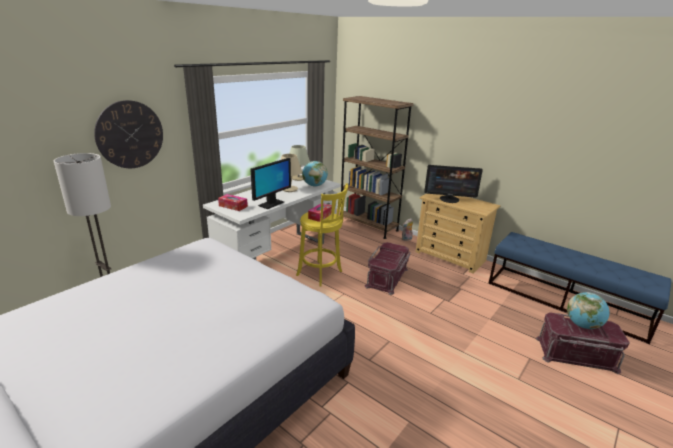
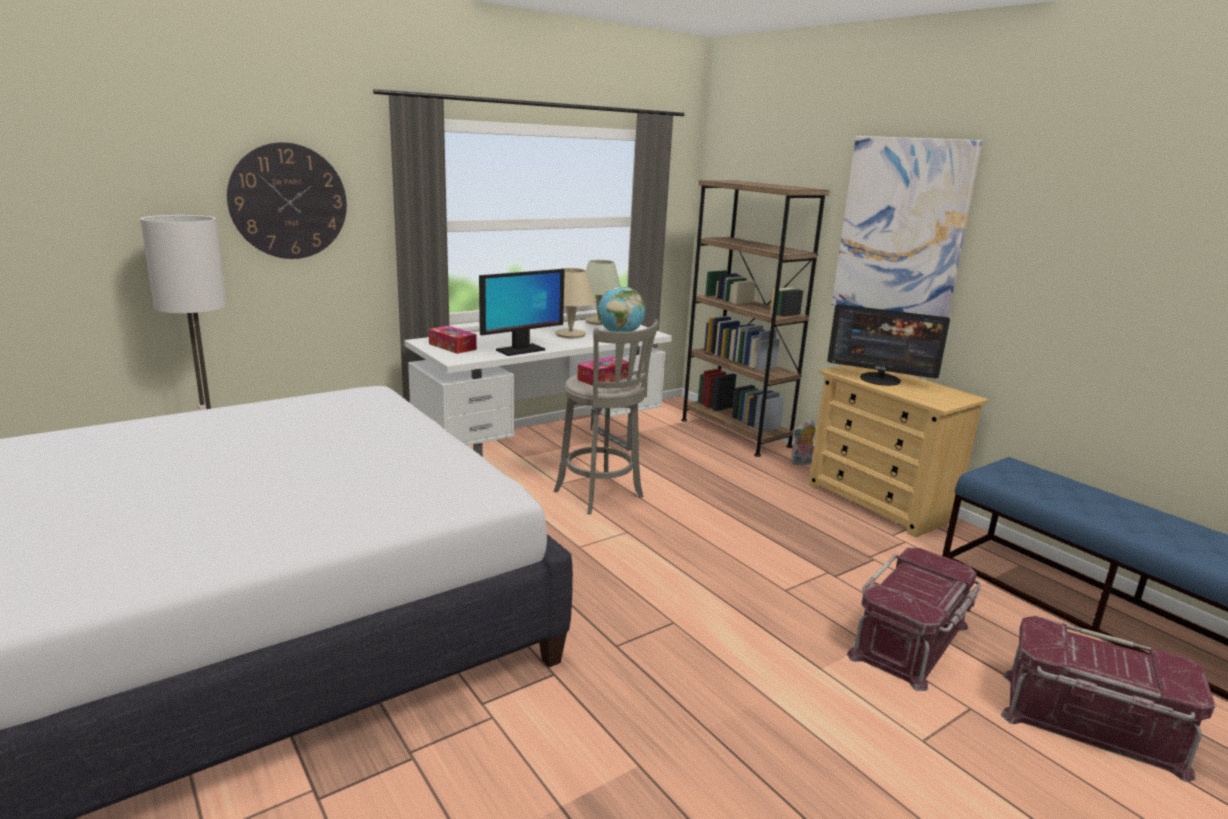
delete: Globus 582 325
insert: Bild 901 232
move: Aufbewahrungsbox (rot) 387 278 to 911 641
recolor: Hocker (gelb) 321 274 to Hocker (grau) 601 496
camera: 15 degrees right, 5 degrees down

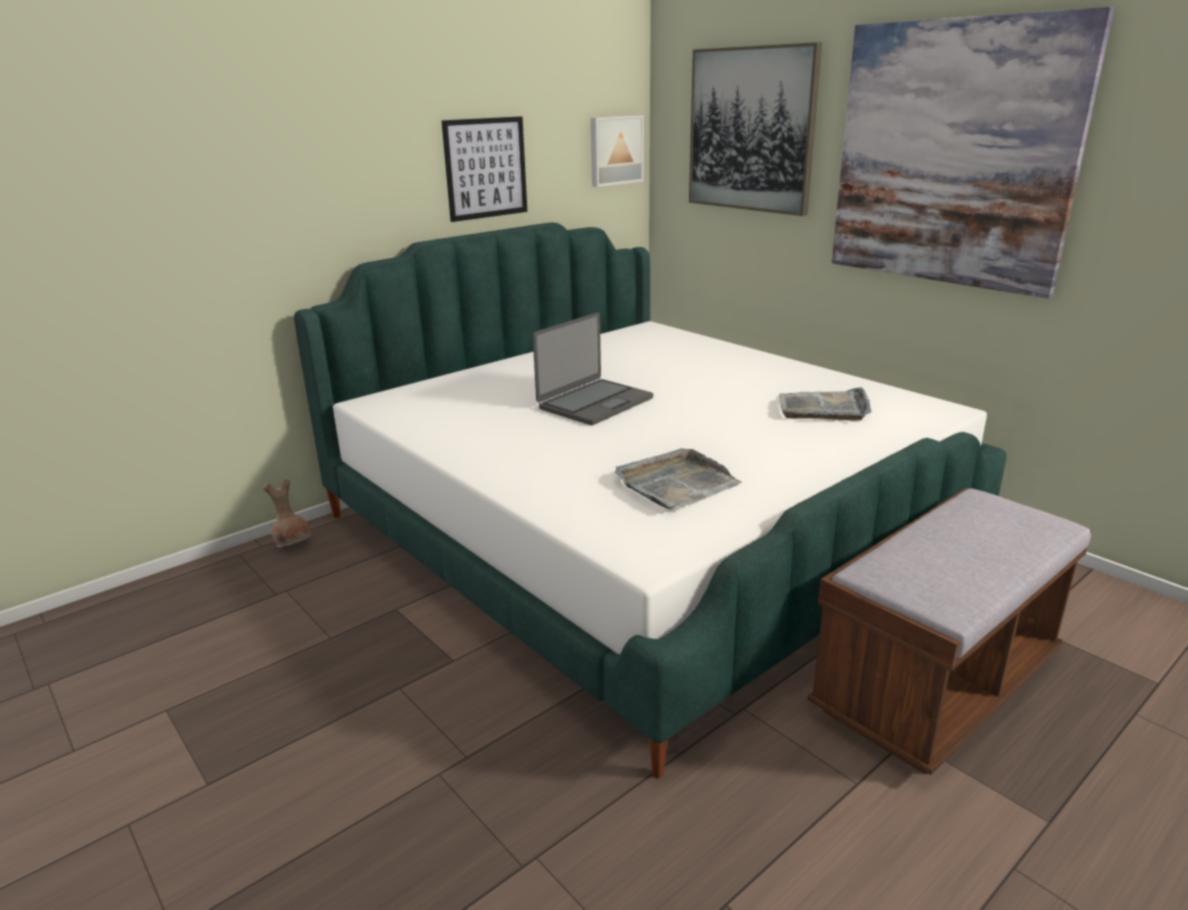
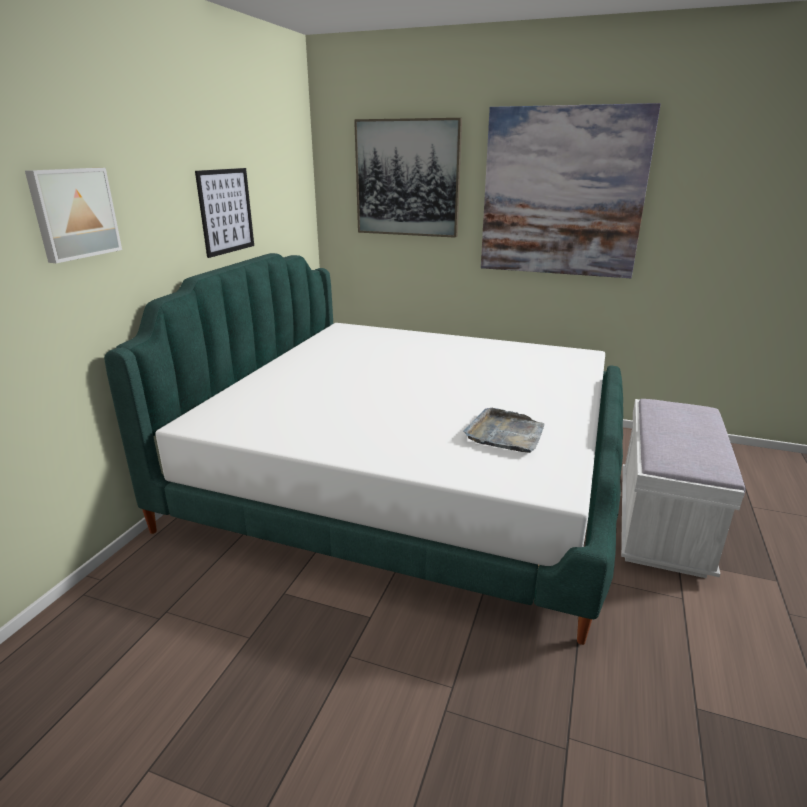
delete: Vase (braun) 293 544; Laptop 594 403; Tablett (grau) 823 408
move: Bild 615 150 to 73 213
recolor: Bank (braun) 936 686 to Bank (weiß) 661 523
camera: 30 degrees left, 0 degrees up

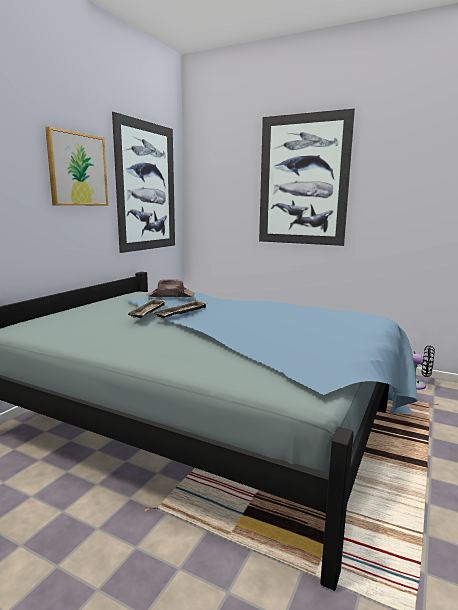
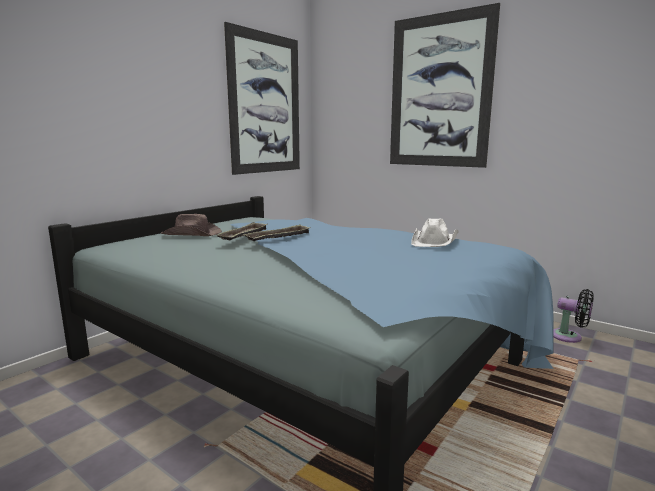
delete: Bild 78 170
insert: Hut (weiß) 434 241
move: Hut (braun) 171 296 to 192 234
camera: 10 degrees right, 0 degrees up

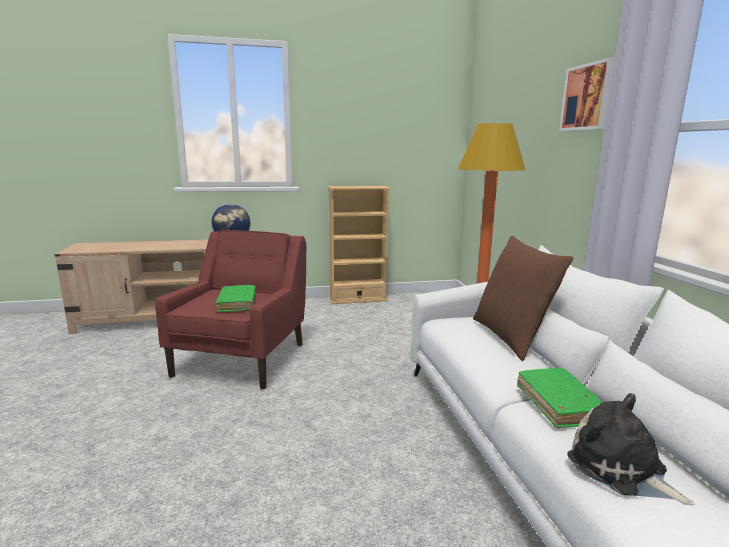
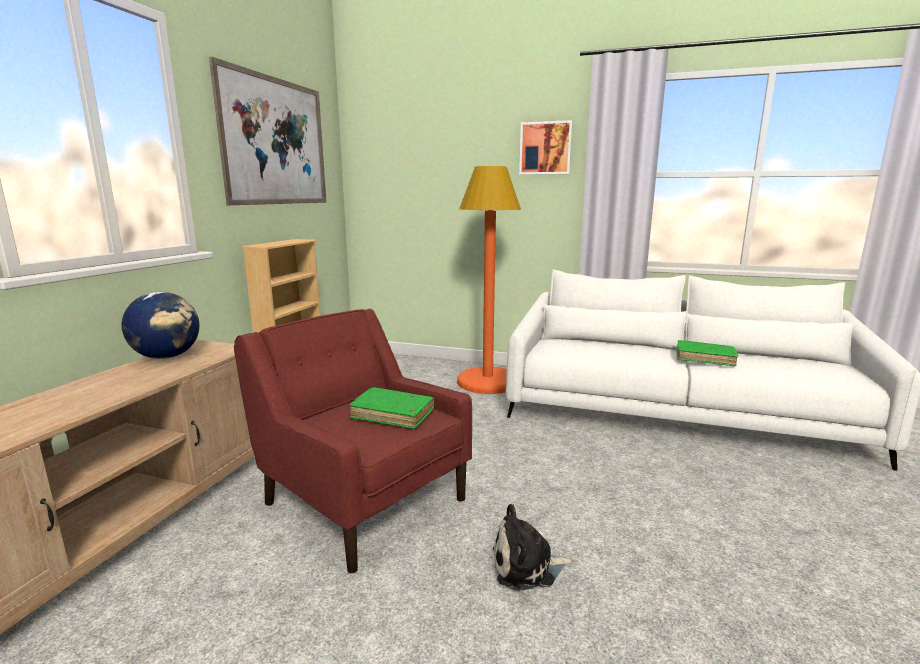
delete: Kissen (braun) 511 337
insert: Bild 276 142
move: Plüschtier 621 469 to 527 566
camera: 60 degrees left, 0 degrees up

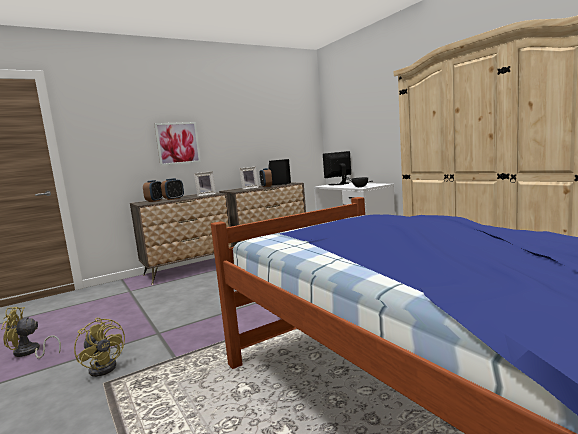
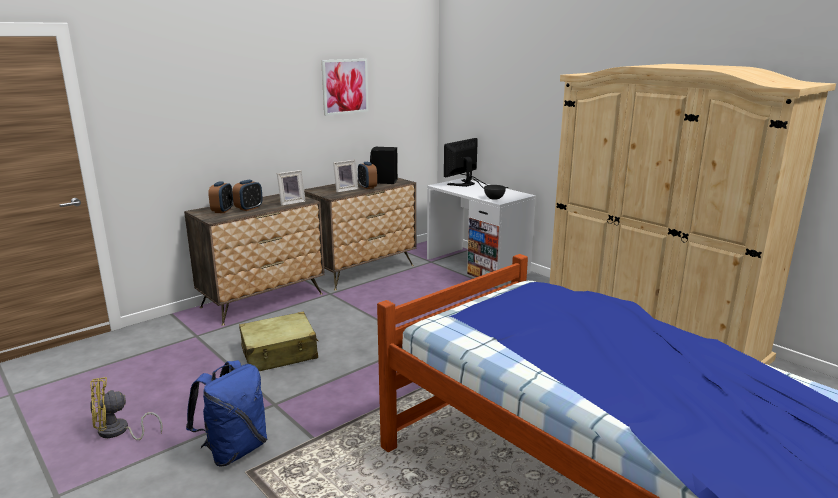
insert: Koffer (beige) 279 353
move: Bild 178 143 to 345 86
replace: Ventilator (gelb) 106 366 to Rucksack (blau) 234 450
camera: 10 degrees left, 10 degrees up

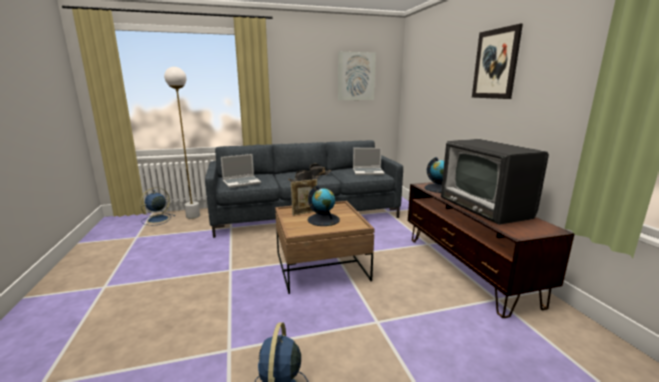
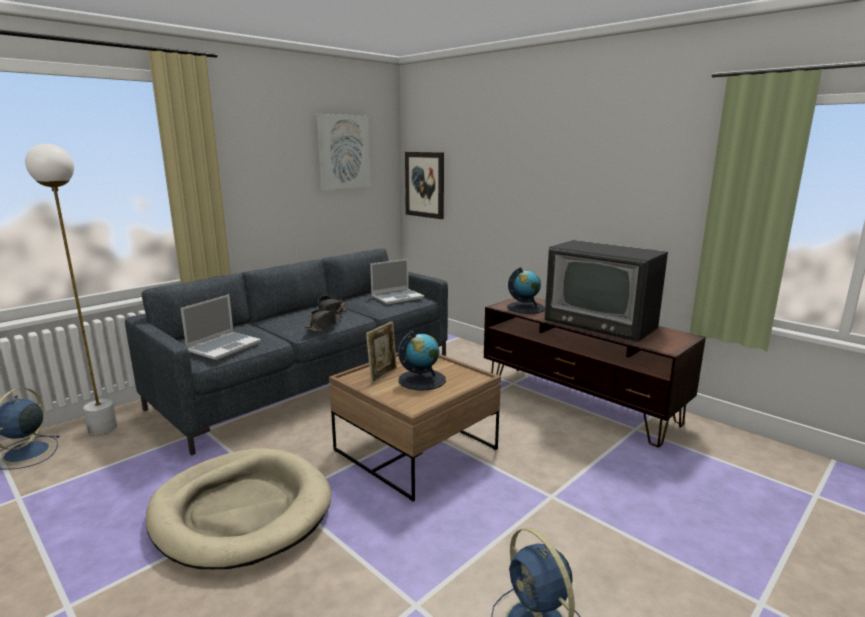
insert: Hundebett (beige) 241 511
move: Bild 495 64 to 425 184
camera: 30 degrees left, 0 degrees up

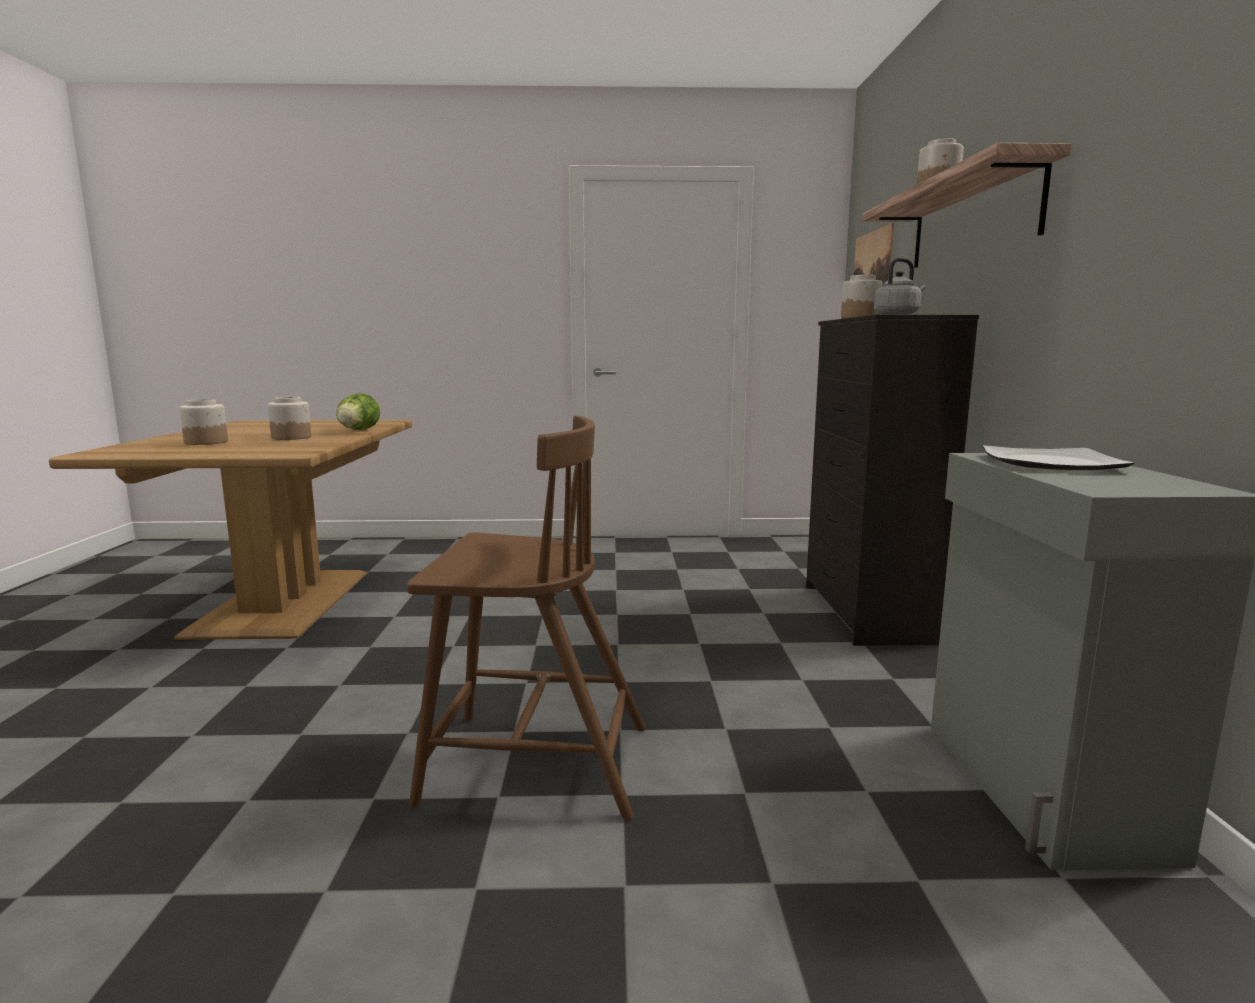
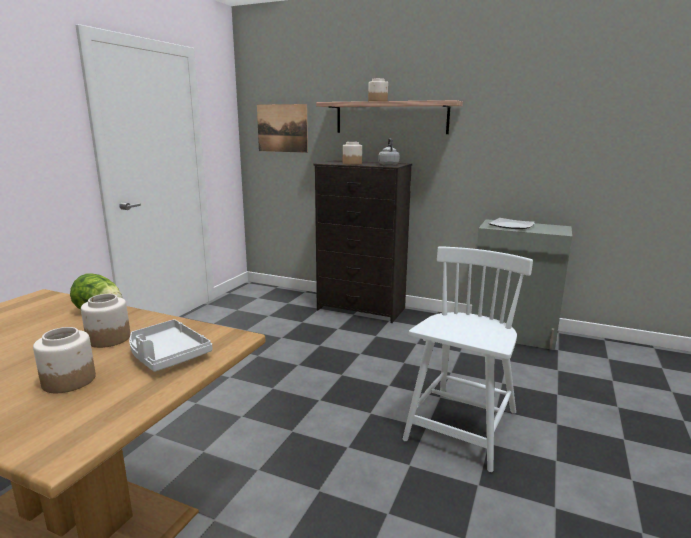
insert: Tablett (grau) 167 355
recolor: Stuhl (braun) 532 763 to Stuhl (weiß) 461 427
camera: 65 degrees left, 5 degrees up

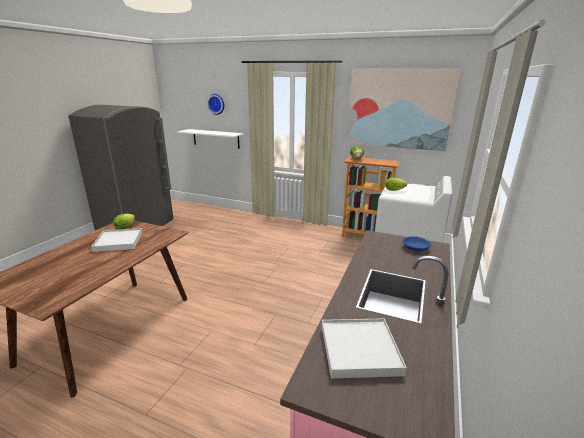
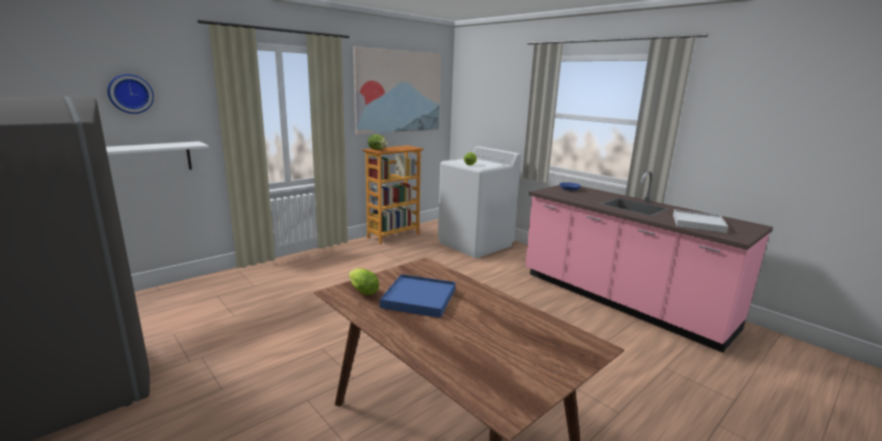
recolor: Tablett (weiß) 118 241 to Tablett (blau) 418 298
camera: 65 degrees left, 5 degrees down

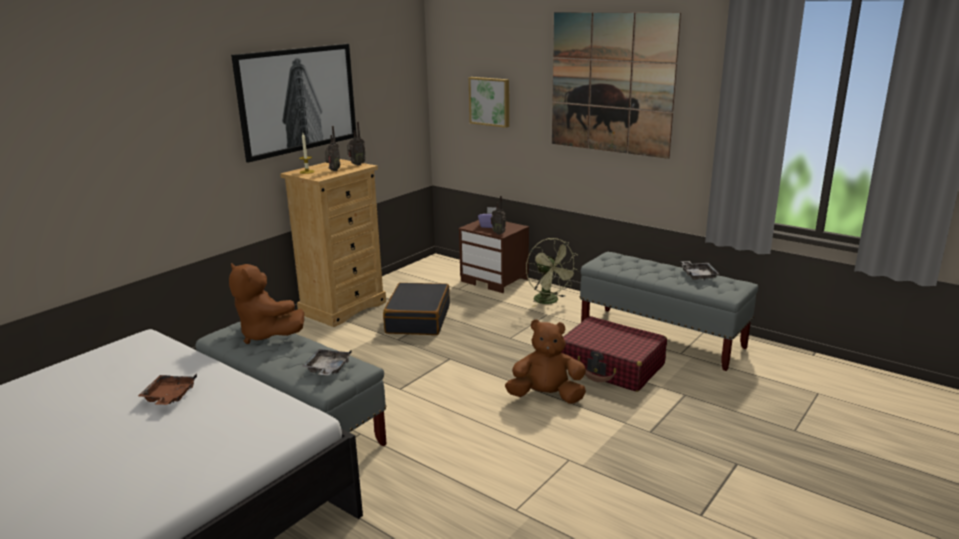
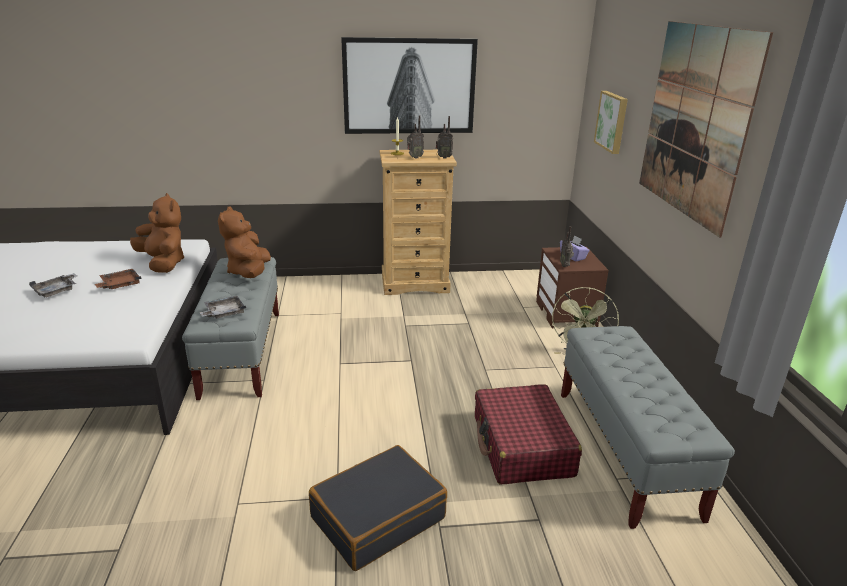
move: Koffer (schwarz) 417 319 to 377 517; Plüschtier (braun) 546 397 to 163 263; Tablett (grau) 698 275 to 57 291
camera: 45 degrees right, 5 degrees up

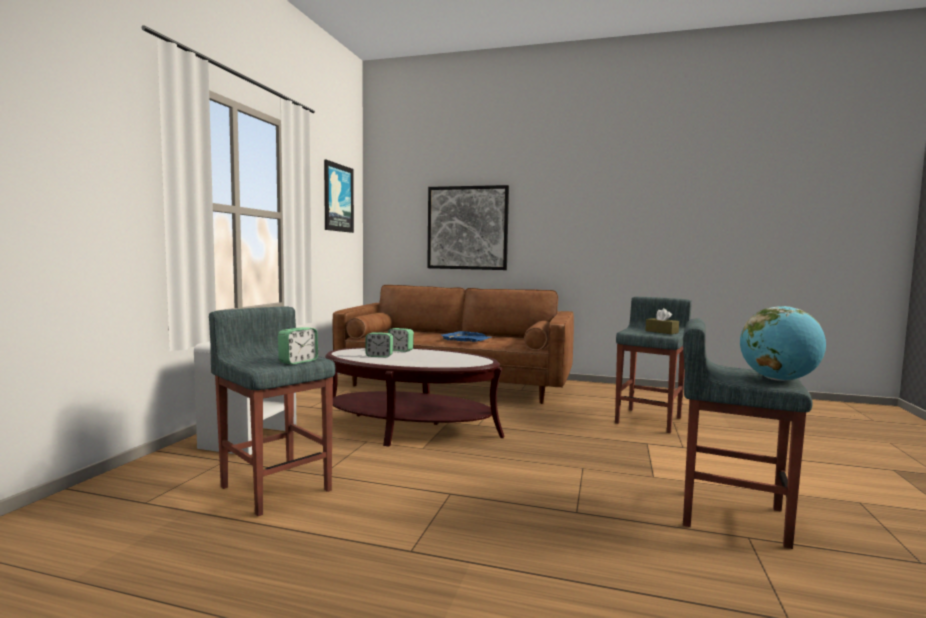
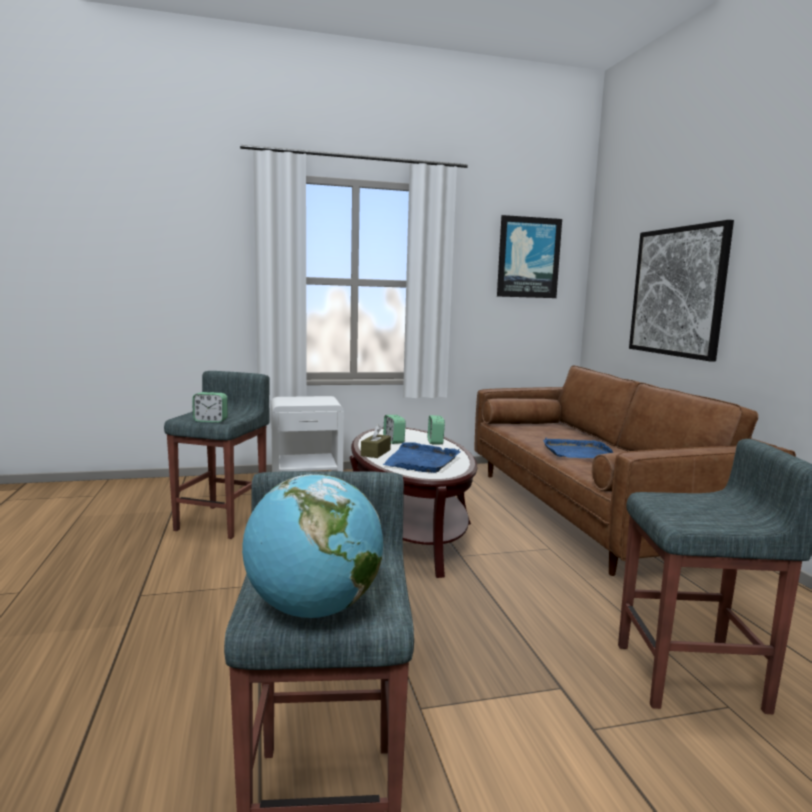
insert: Tablett (blau) 421 461
move: Taschentuchbox (braun) 661 332 to 375 453
camera: 60 degrees right, 5 degrees up

